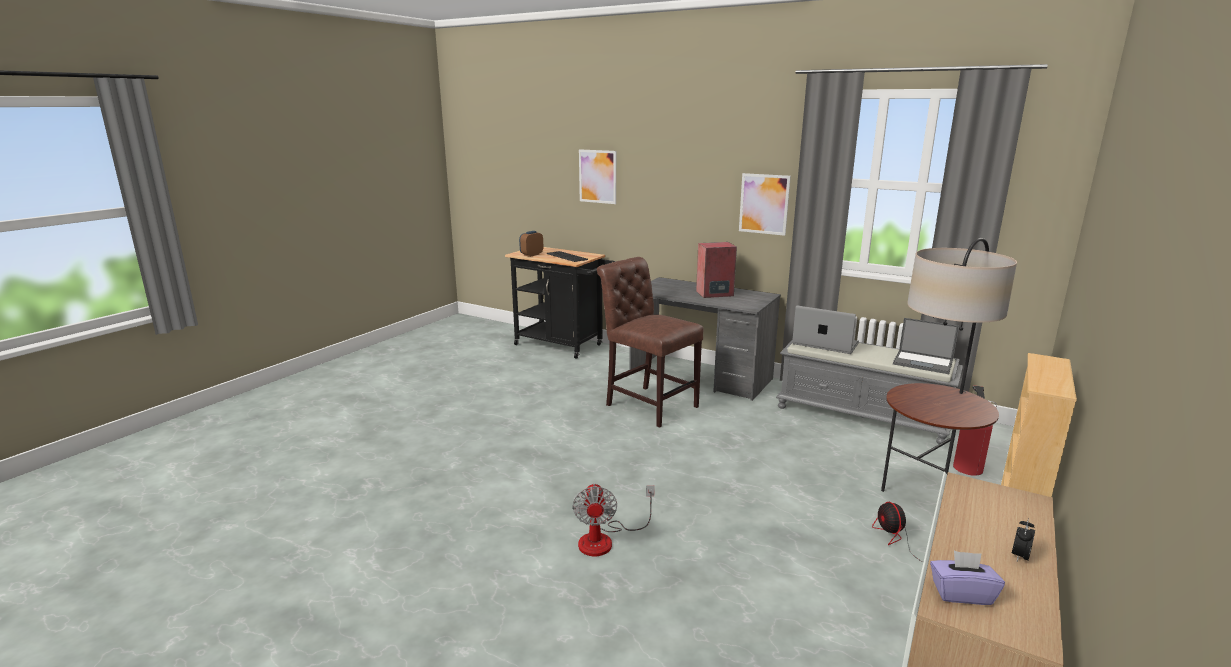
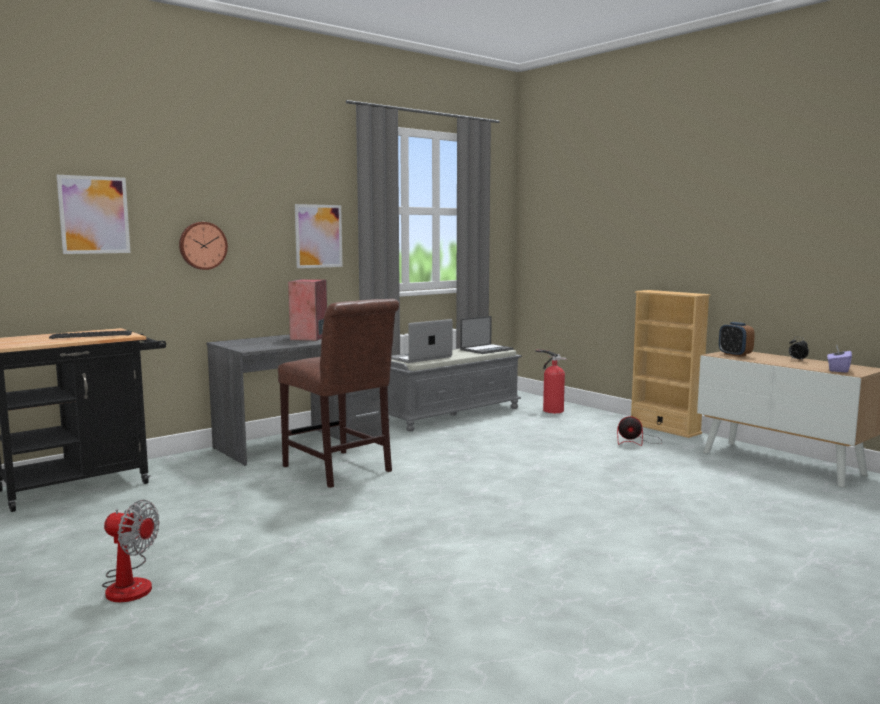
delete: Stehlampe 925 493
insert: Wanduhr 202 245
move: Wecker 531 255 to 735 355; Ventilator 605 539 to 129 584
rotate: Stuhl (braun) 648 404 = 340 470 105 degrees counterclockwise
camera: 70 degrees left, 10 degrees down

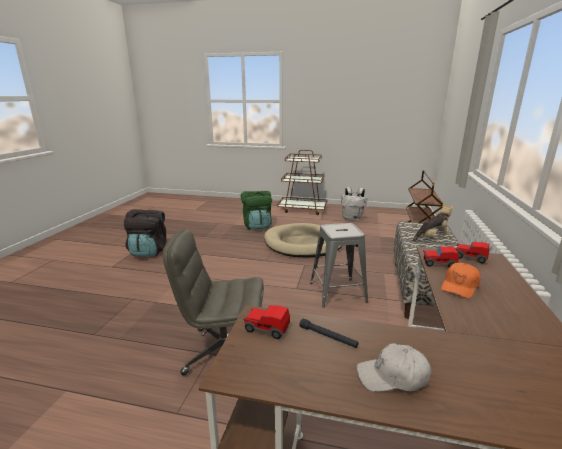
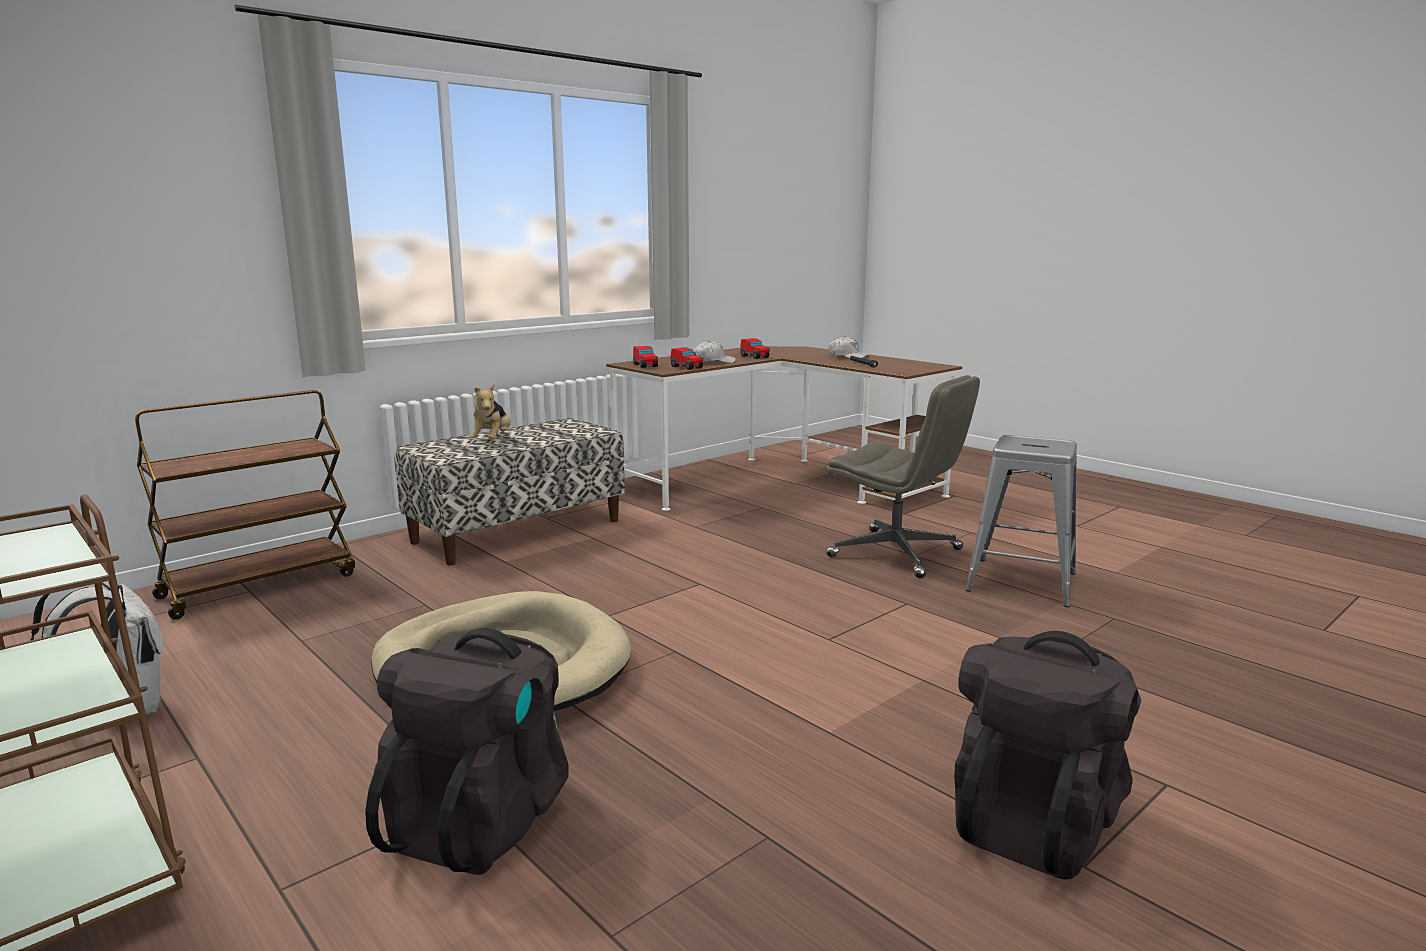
move: Spielzeugauto 266 329 to 755 357; Hocker (grau) 337 292 to 1021 582
recolor: Rucksack (grün) 257 226 to Rucksack (schwarz) 481 819; Kappe (orange) 460 286 to Kappe (weiß) 713 362
rotate: Plüschtier 432 238 = 492 441 105 degrees counterclockwise
camera: 145 degrees left, 5 degrees down

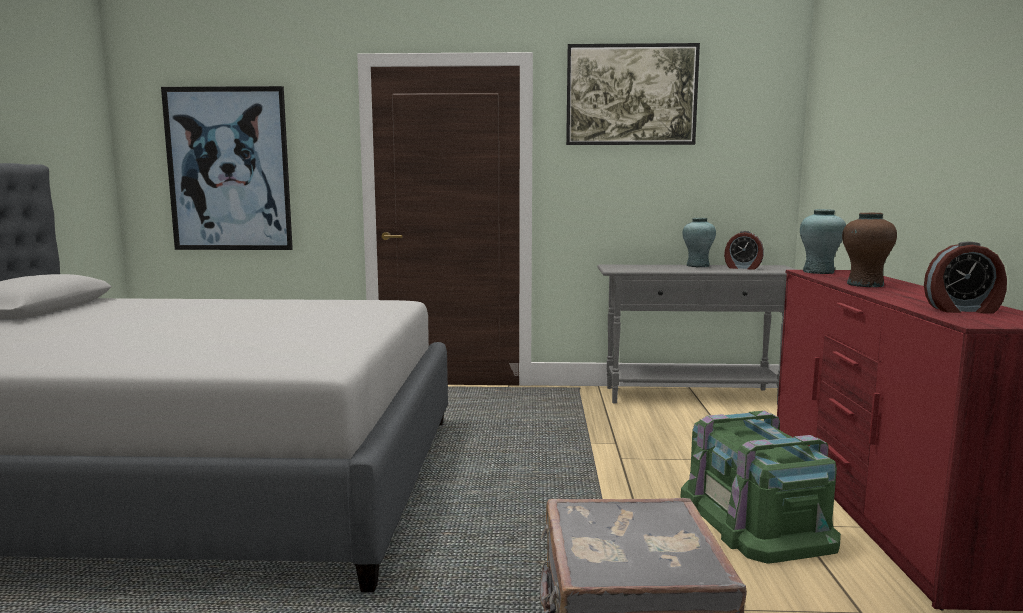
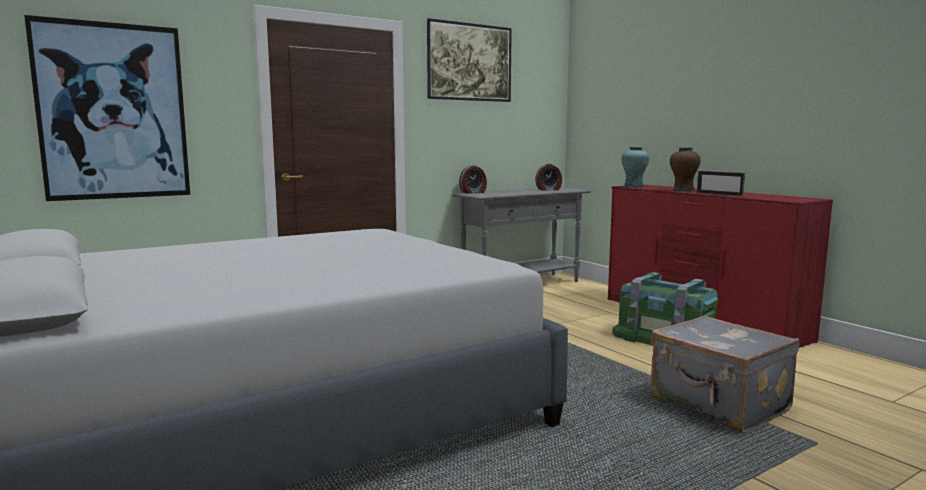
delete: Vase (türkis) 697 266
insert: Bilderrahmen 719 194
move: Wecker 963 310 to 473 192
camera: 35 degrees left, 0 degrees up

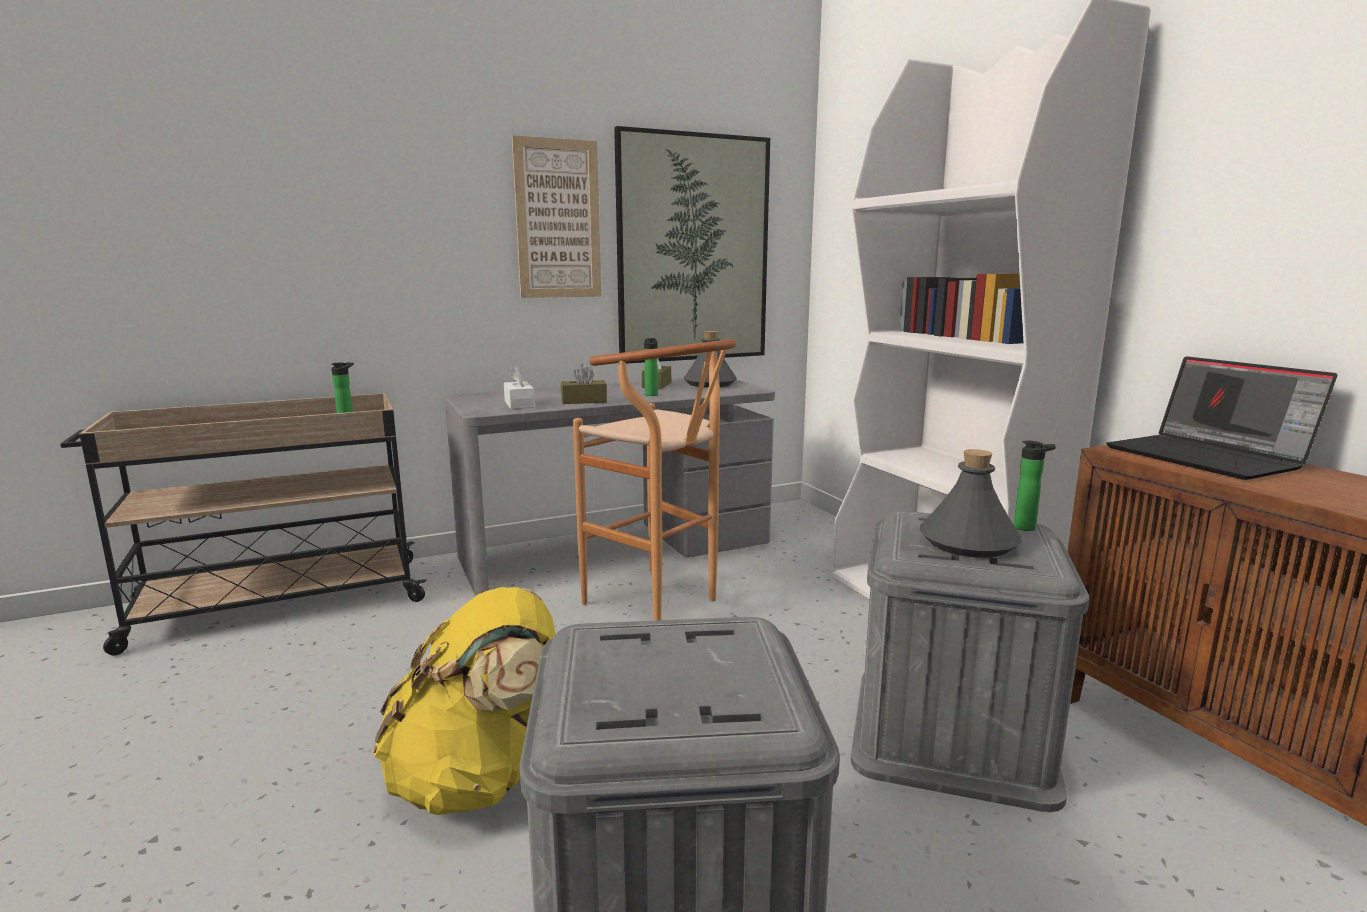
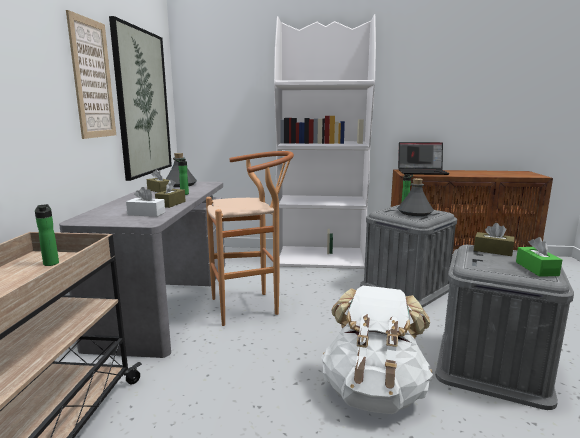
insert: Taschentuchbox (braun) 493 250; Taschentuchbox (grün) 536 269
recolor: Rucksack (gelb) 479 778 to Rucksack (weiß) 374 392
camera: 60 degrees left, 0 degrees up

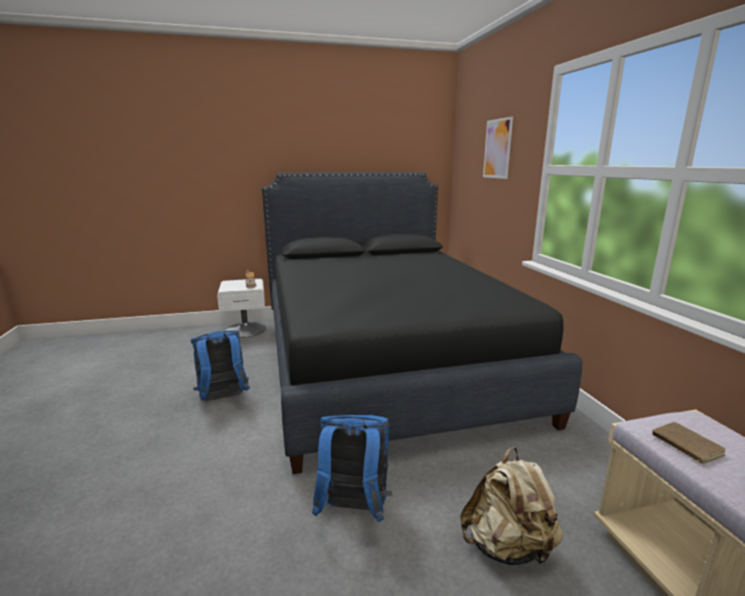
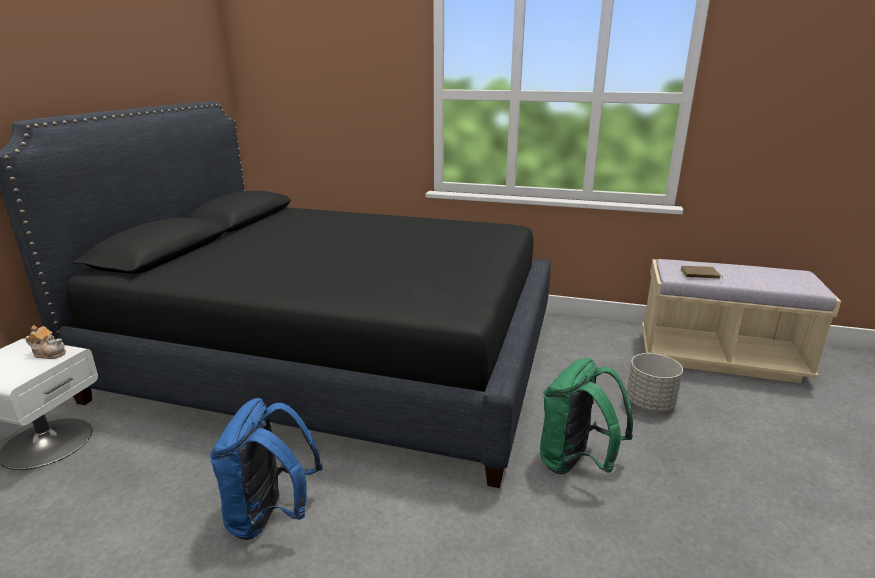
delete: Bild 497 148
replace: Rucksack (beige) 507 547 to Pflanzkübel (grau) 649 403
recolor: Rucksack (blau) 353 510 to Rucksack (grün) 576 463
camera: 60 degrees left, 5 degrees up

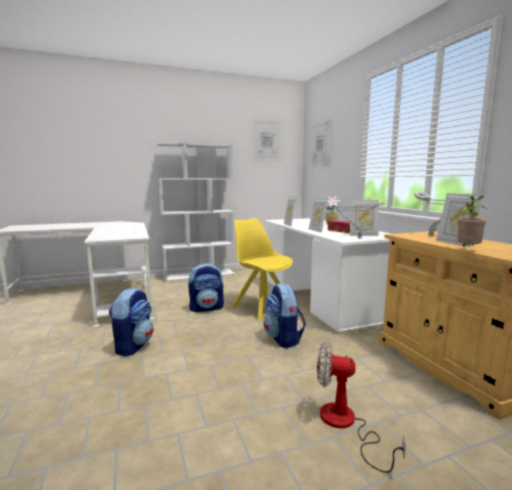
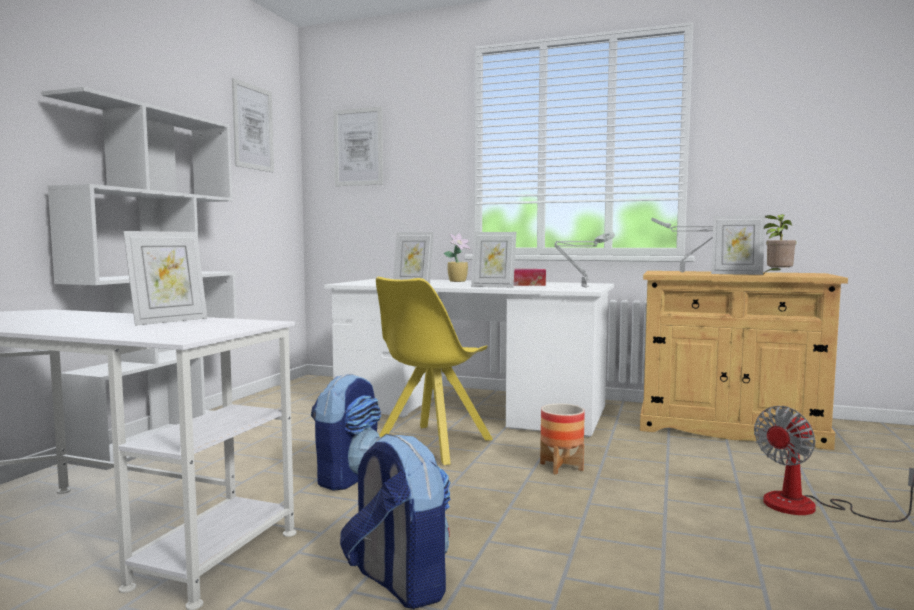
move: Bilderrahmen 363 235 to 169 321
replace: Rucksack 283 339 to Pflanzkübel 561 467
rotate: Stuhl (gelb) 262 308 = 431 445 60 degrees counterclockwise
camera: 50 degrees left, 5 degrees down

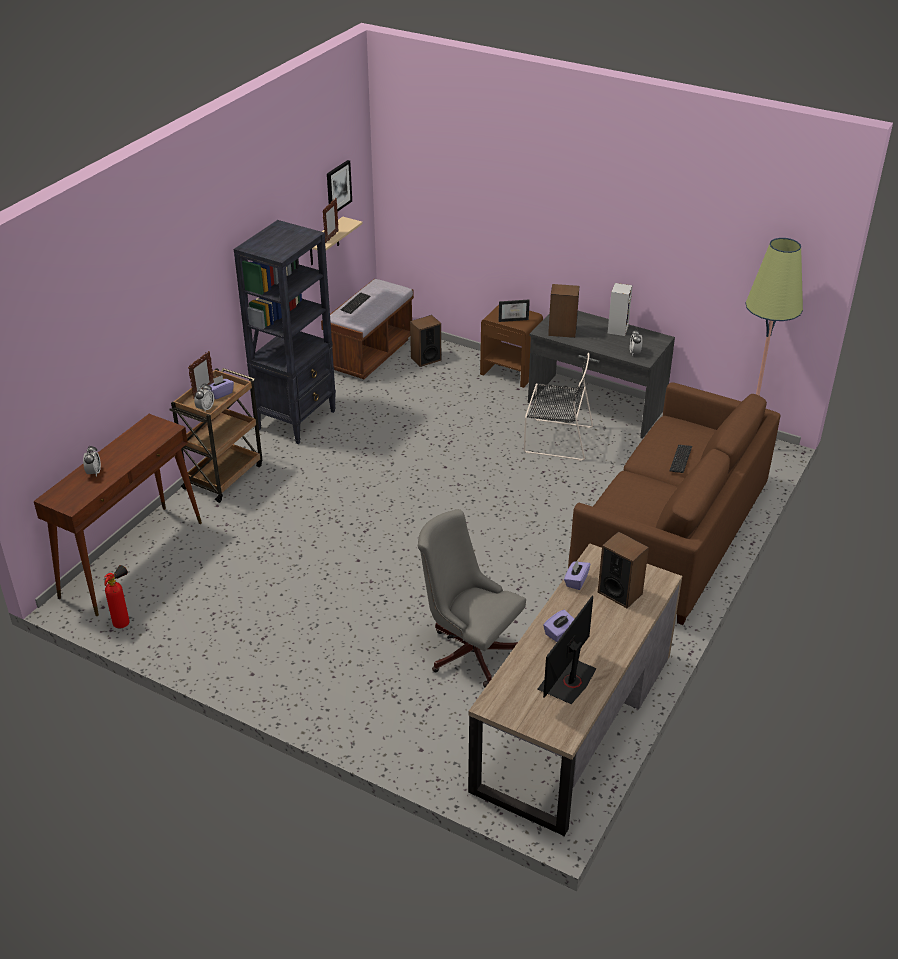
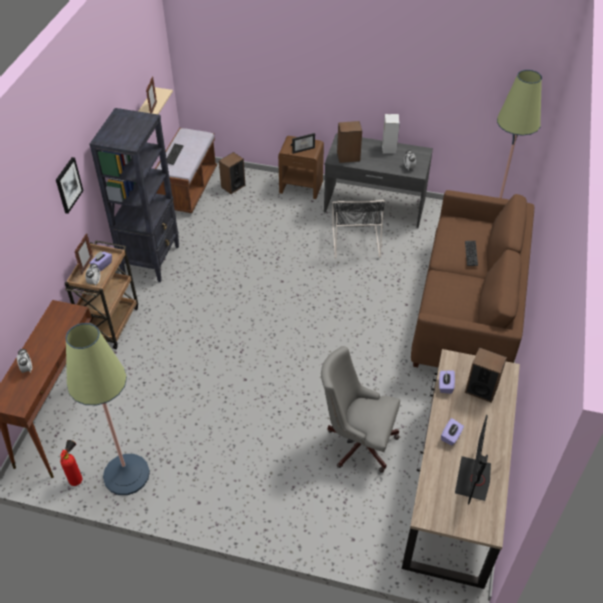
insert: Stehlampe 126 474
move: Bild 338 187 to 68 185
rotate: Stuhl (schwarz) 555 439 = 355 240 90 degrees clockwise
camera: 15 degrees left, 10 degrees up

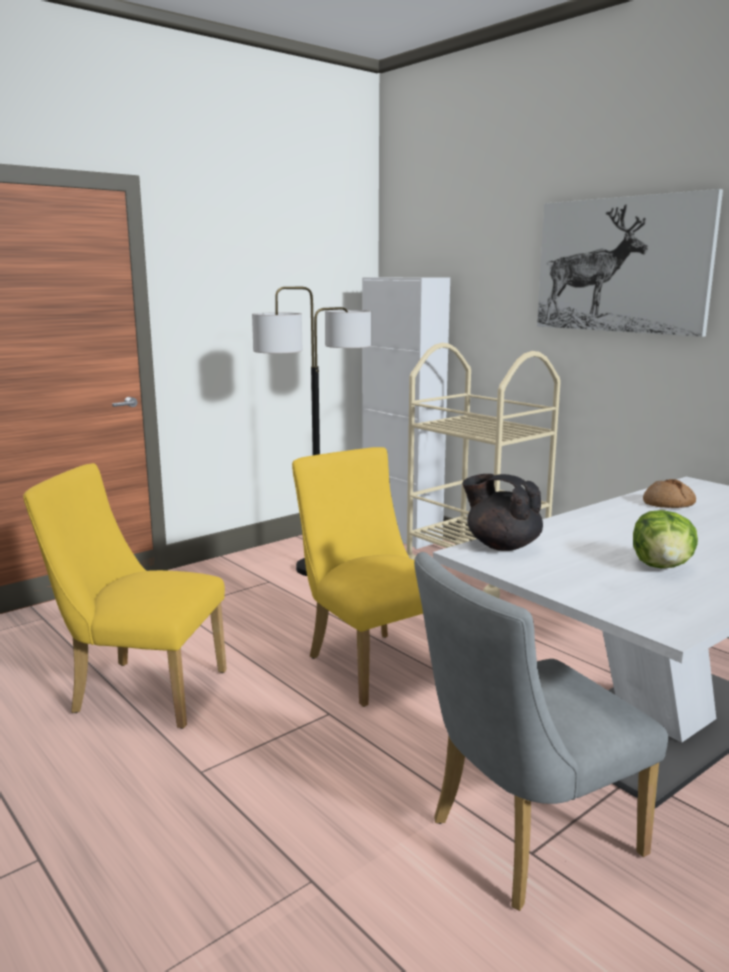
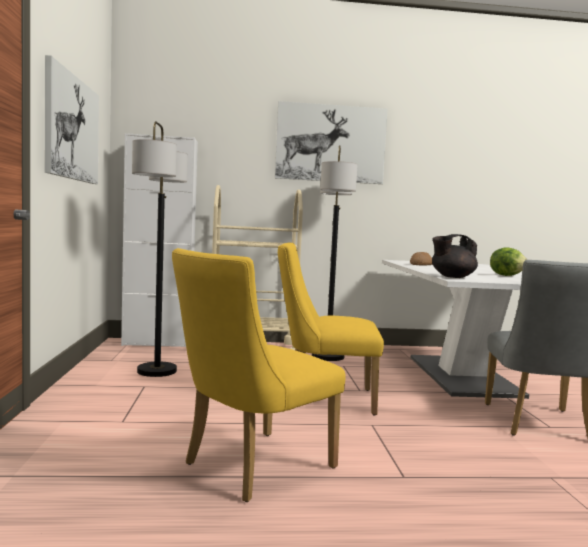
insert: Bild 72 128; Stehlampe 328 356
camera: 55 degrees left, 10 degrees down

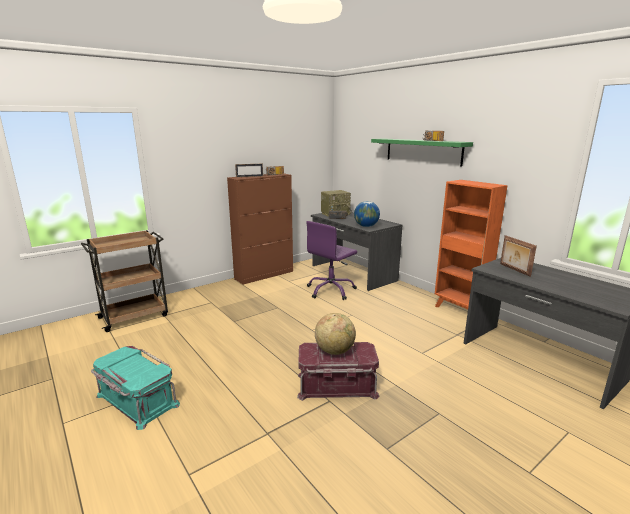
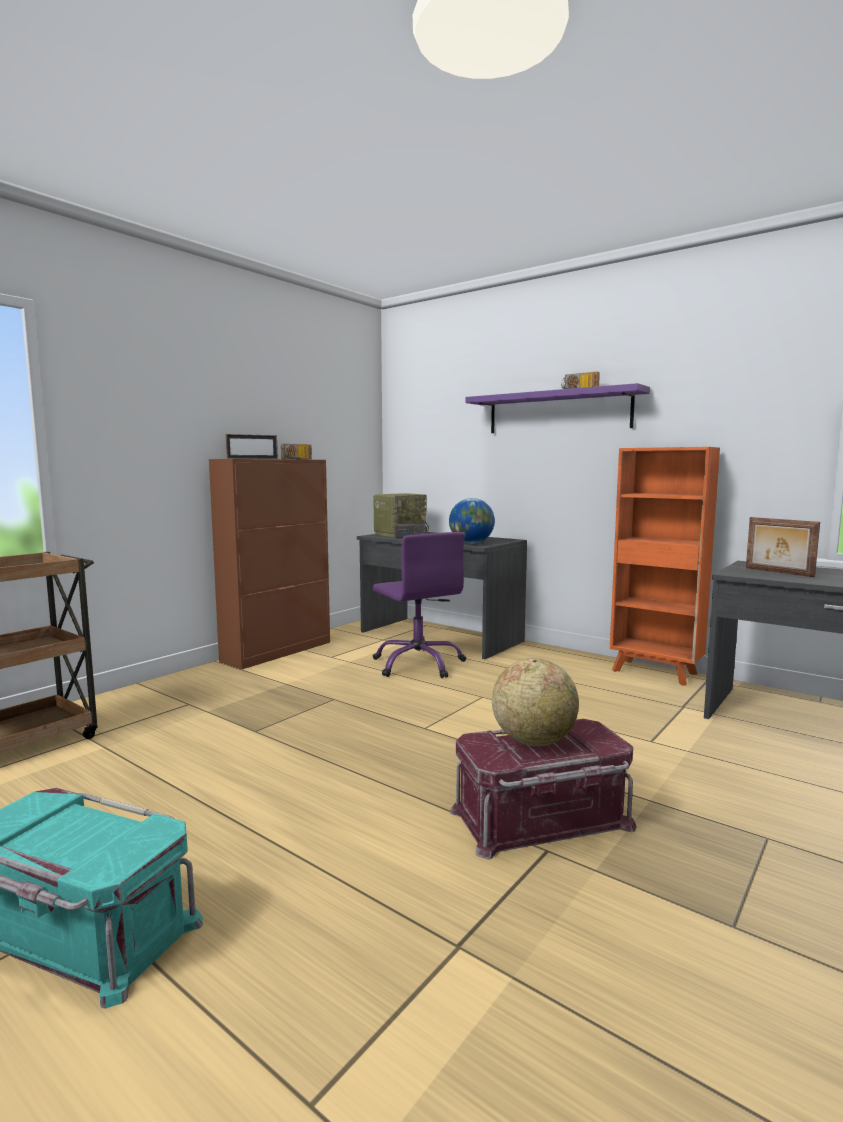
recolor: Wandregal (grün) 422 151 to Wandregal (lila) 557 412
rotate: Bürostuhl (lila) 331 290 = 418 664 60 degrees counterclockwise
camera: 15 degrees left, 10 degrees down

